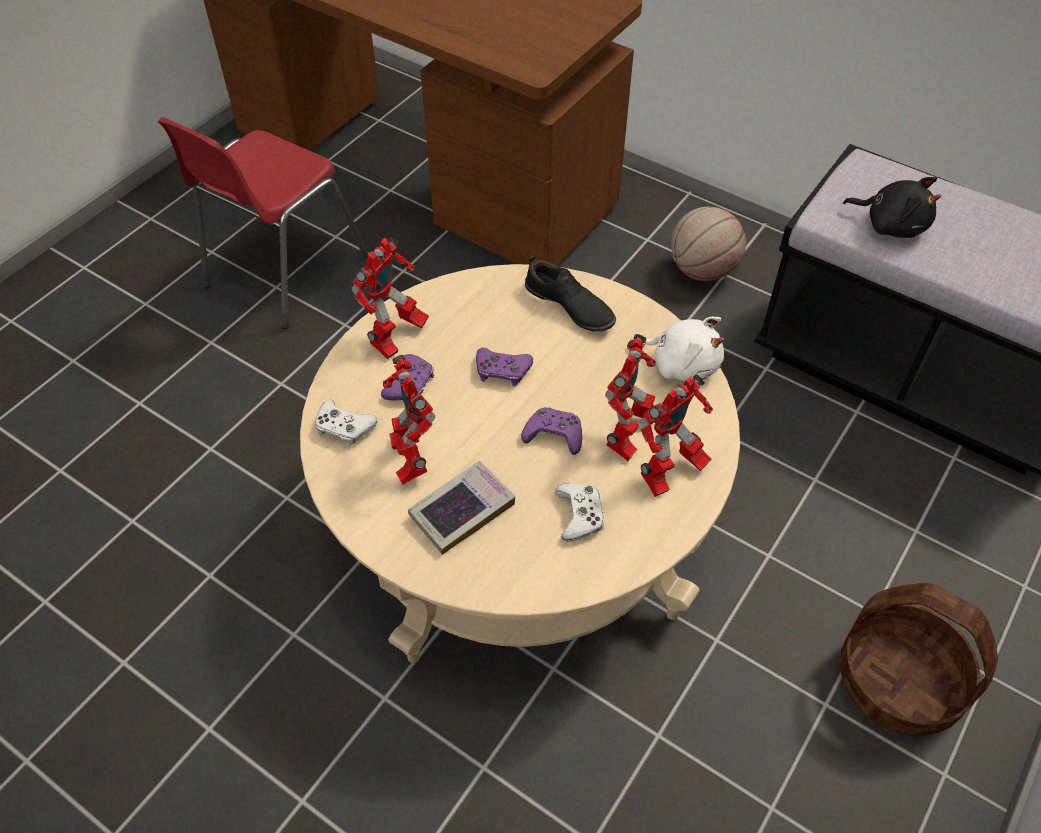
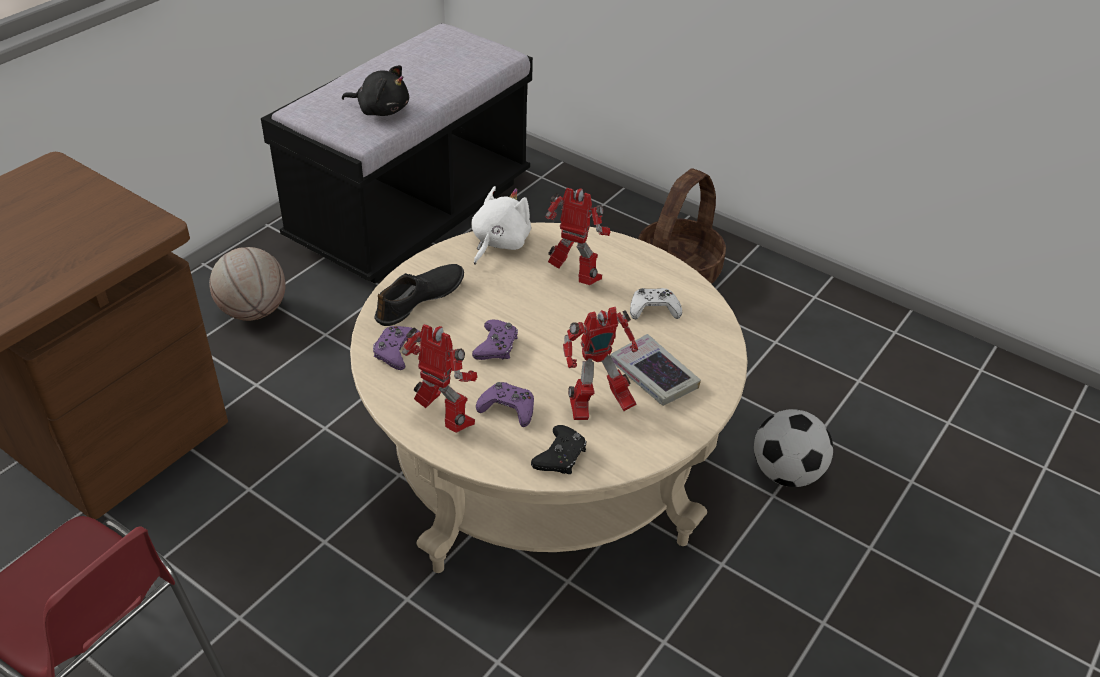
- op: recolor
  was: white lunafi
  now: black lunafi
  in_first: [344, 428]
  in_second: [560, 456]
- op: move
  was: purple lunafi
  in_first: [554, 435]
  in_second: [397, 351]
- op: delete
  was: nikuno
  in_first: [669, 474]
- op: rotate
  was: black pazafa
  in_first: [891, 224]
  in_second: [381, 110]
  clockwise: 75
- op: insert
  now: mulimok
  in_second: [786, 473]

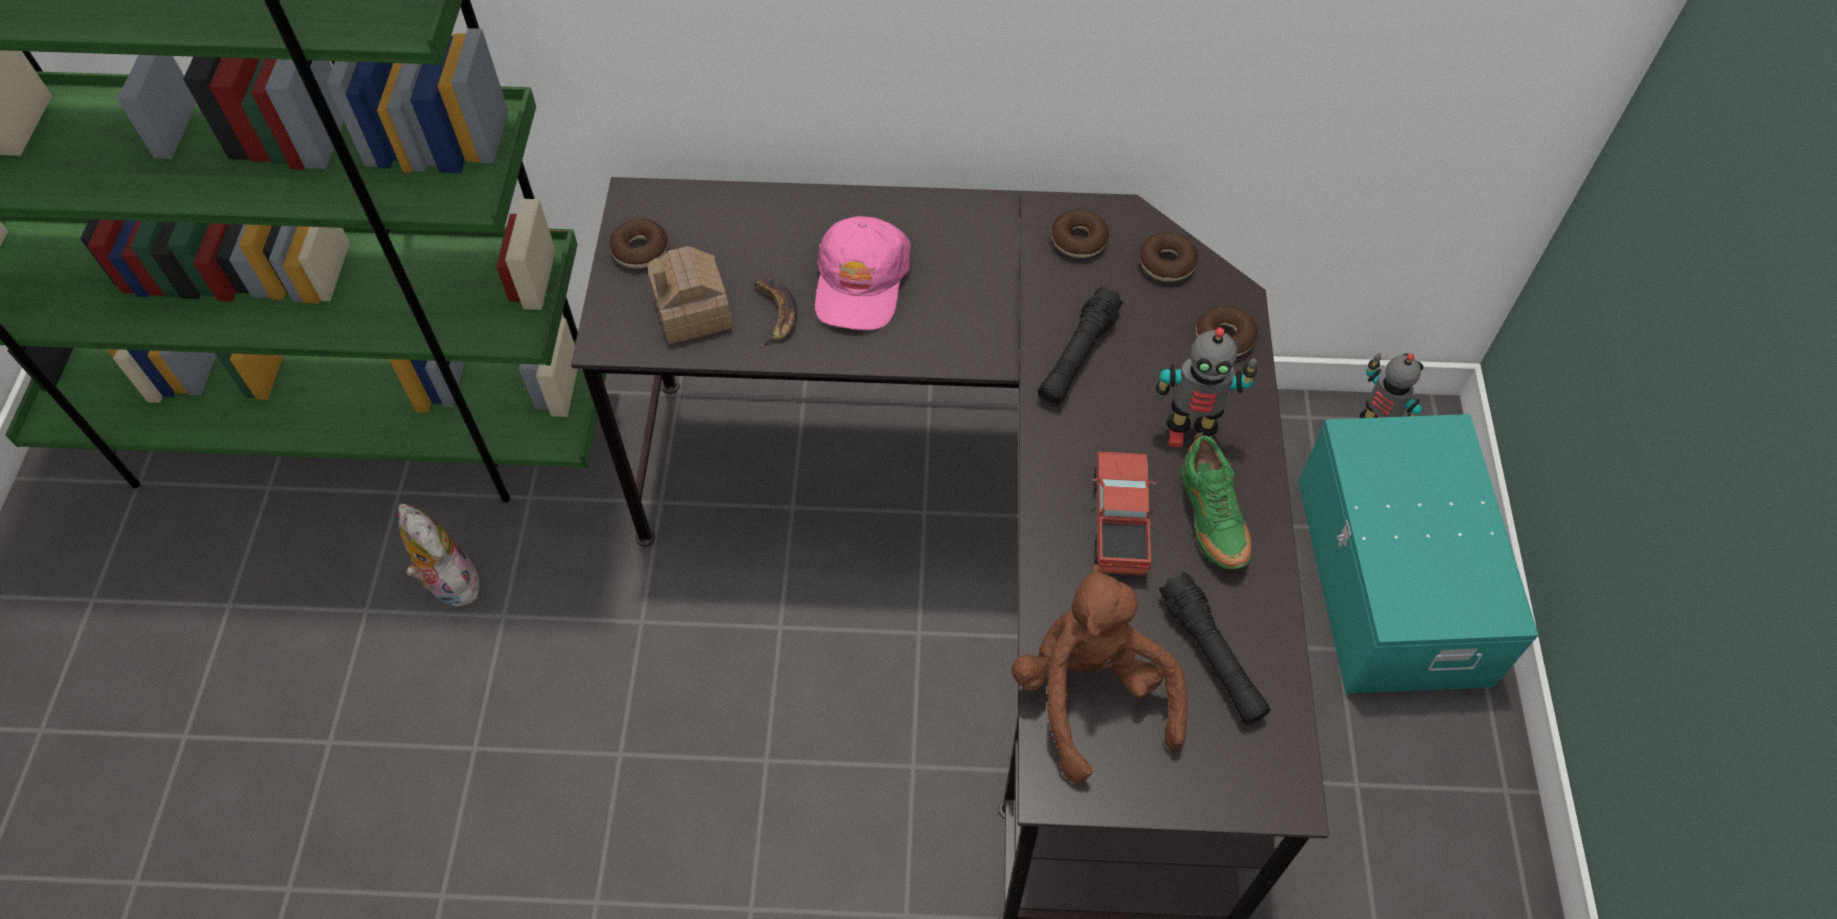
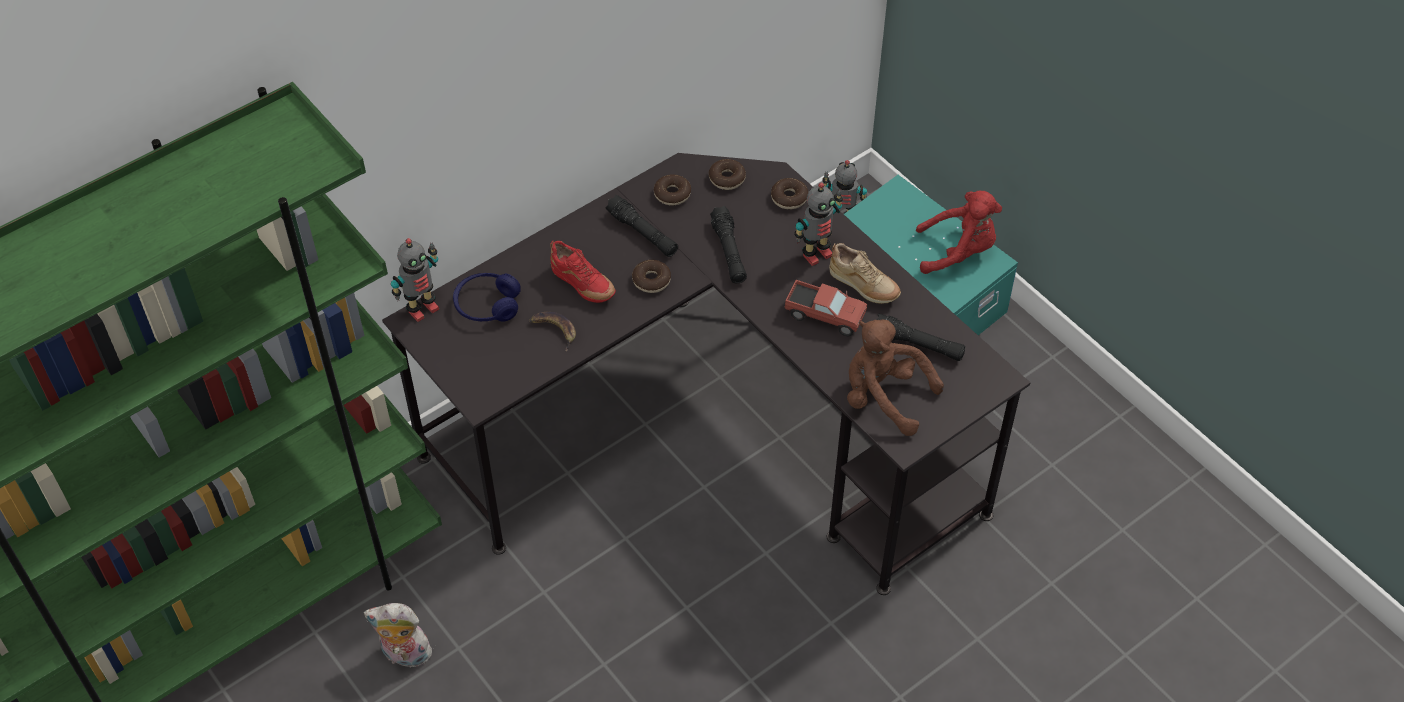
- op: move
  was: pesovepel
  in_first: [640, 250]
  in_second: [651, 280]
- op: delete
  was: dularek
  in_first: [693, 311]
- op: replace
  was: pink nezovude
  now: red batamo
  in_first: [861, 282]
  in_second: [583, 285]
- op: rotate
  was: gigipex
  in_first: [1119, 524]
  in_second: [824, 316]
  clockwise: 150
- op: recolor
  was: green batamo
  now: beige batamo
  in_first: [1210, 521]
  in_second: [863, 287]
- op: insert
  now: nikuno
  in_second: [422, 309]
- op: insert
  now: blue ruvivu
  in_second: [487, 305]
- op: insert
  now: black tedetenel
  in_second: [642, 233]
- op: insert
  now: red pazafa
  in_second: [958, 251]

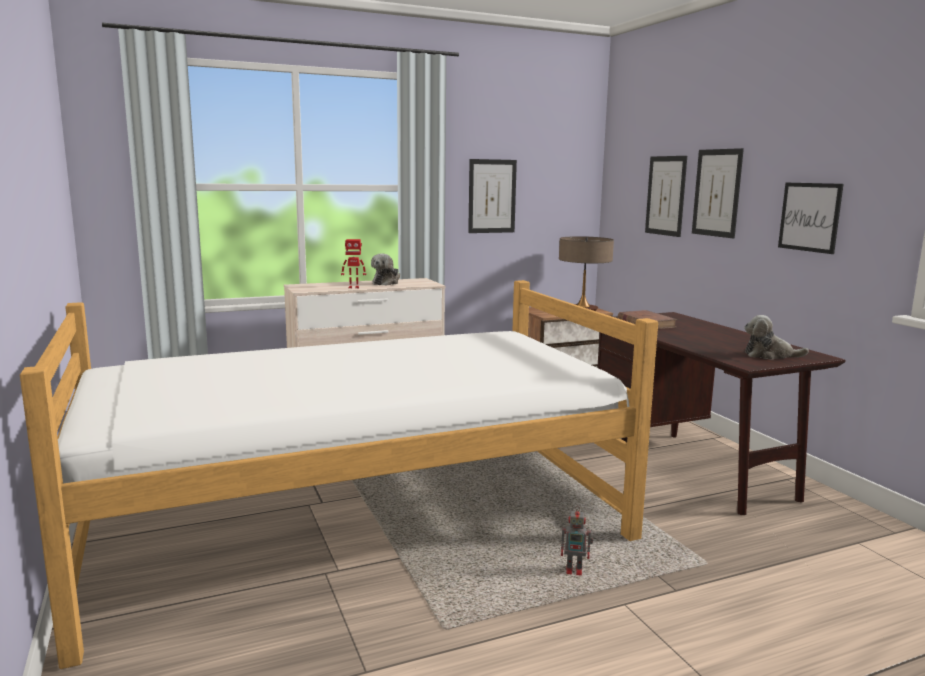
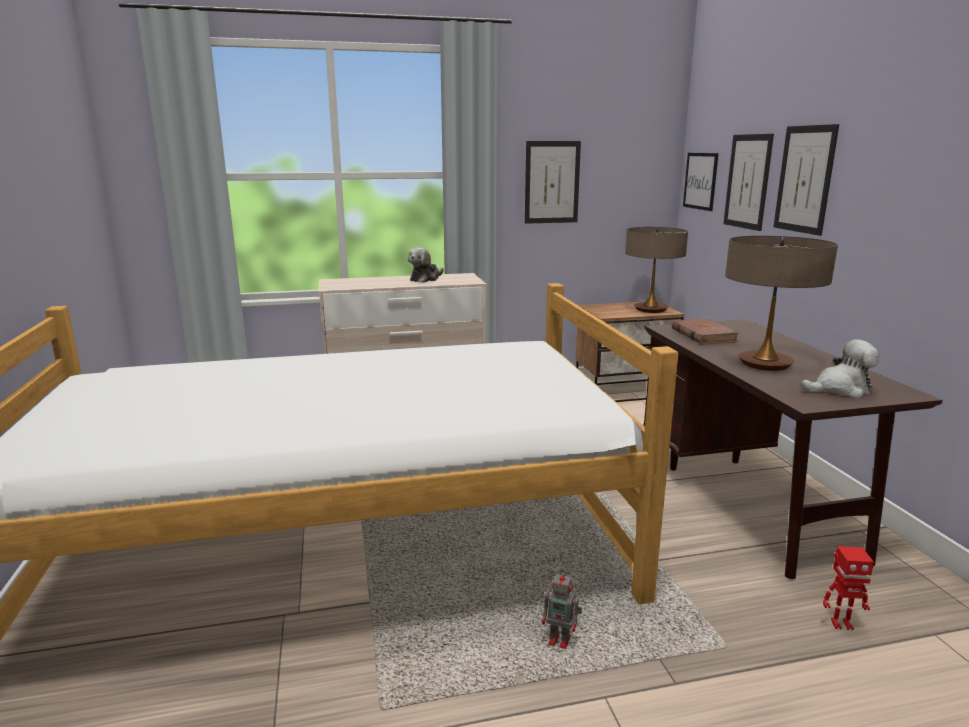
- op: move
  was: nikuno
  in_first: [354, 287]
  in_second: [841, 623]
- op: rotate
  was: pazafa
  in_first: [769, 355]
  in_second: [840, 389]
  clockwise: 150
- op: move
  was: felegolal
  in_first: [809, 217]
  in_second: [700, 181]
- op: insert
  now: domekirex
  in_second: [764, 364]

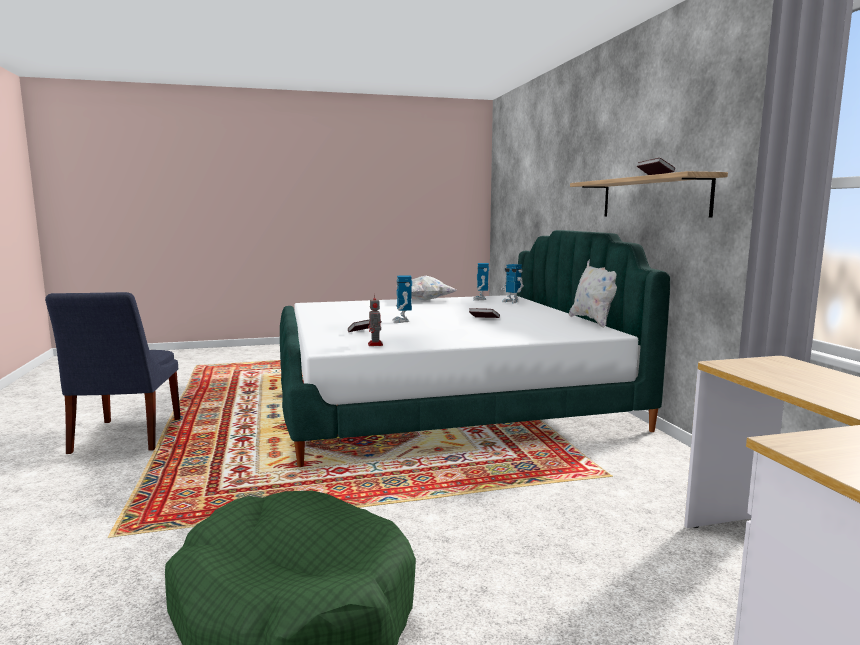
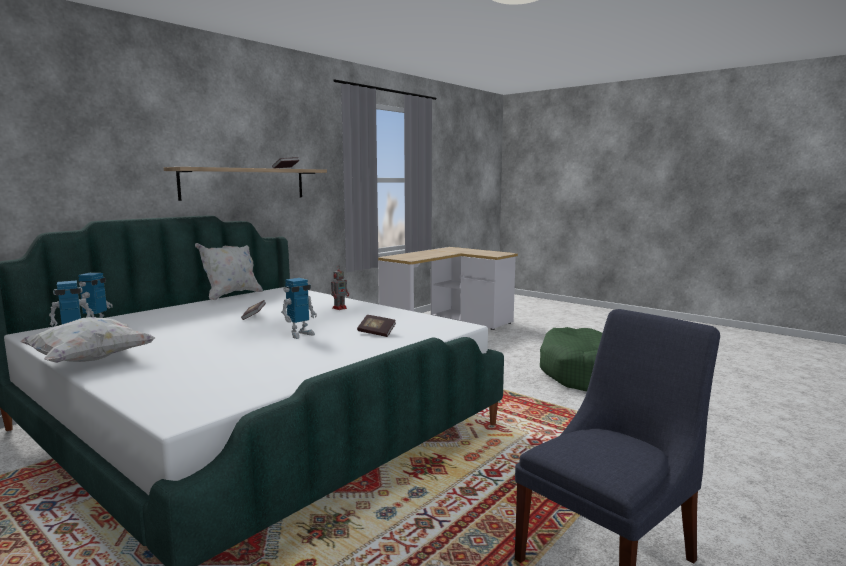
- op: move
  was: nikuno
  in_first: [375, 344]
  in_second: [340, 308]

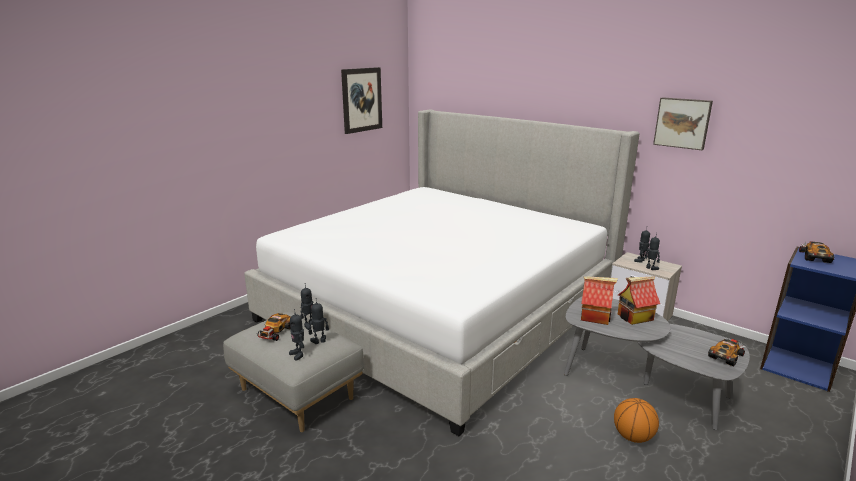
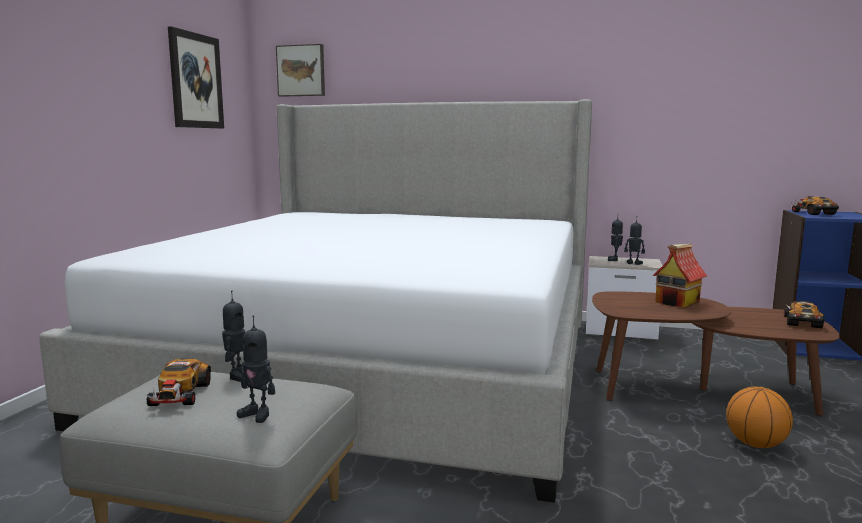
- op: delete
  was: nikuno
  in_first: [319, 341]
- op: recolor
  was: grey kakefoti
  now: brown kakefoti
  in_first: [642, 384]
  in_second: [700, 390]
- op: delete
  was: dularek
  in_first: [595, 317]
- op: move
  was: felegolal
  in_first: [682, 123]
  in_second: [301, 71]

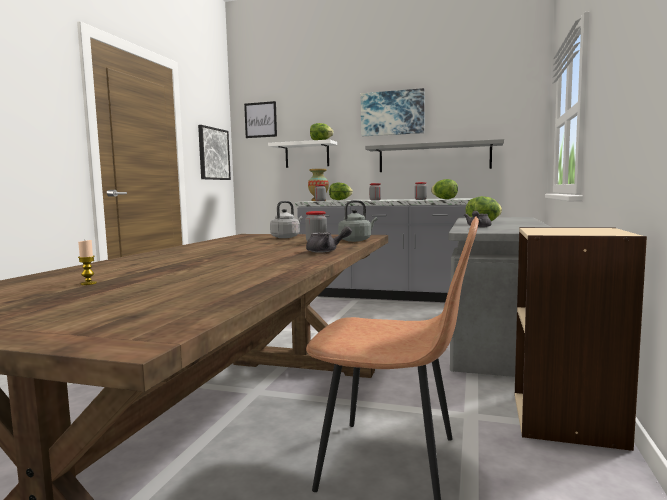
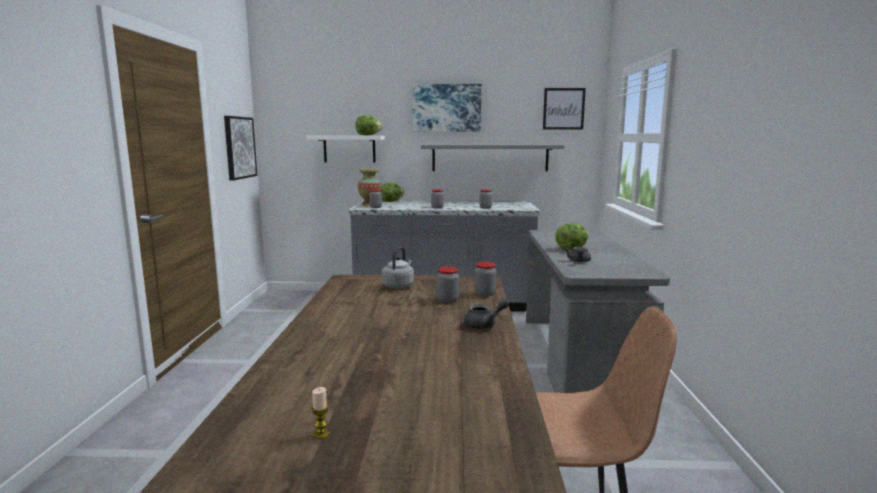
- op: move
  was: felegolal
  in_first: [260, 120]
  in_second: [563, 109]
- op: replace
  was: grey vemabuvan
  now: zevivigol
  in_first: [356, 240]
  in_second: [485, 294]
- op: delete
  was: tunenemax
  in_first: [444, 199]
- op: delete
  was: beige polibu
  in_first: [568, 420]

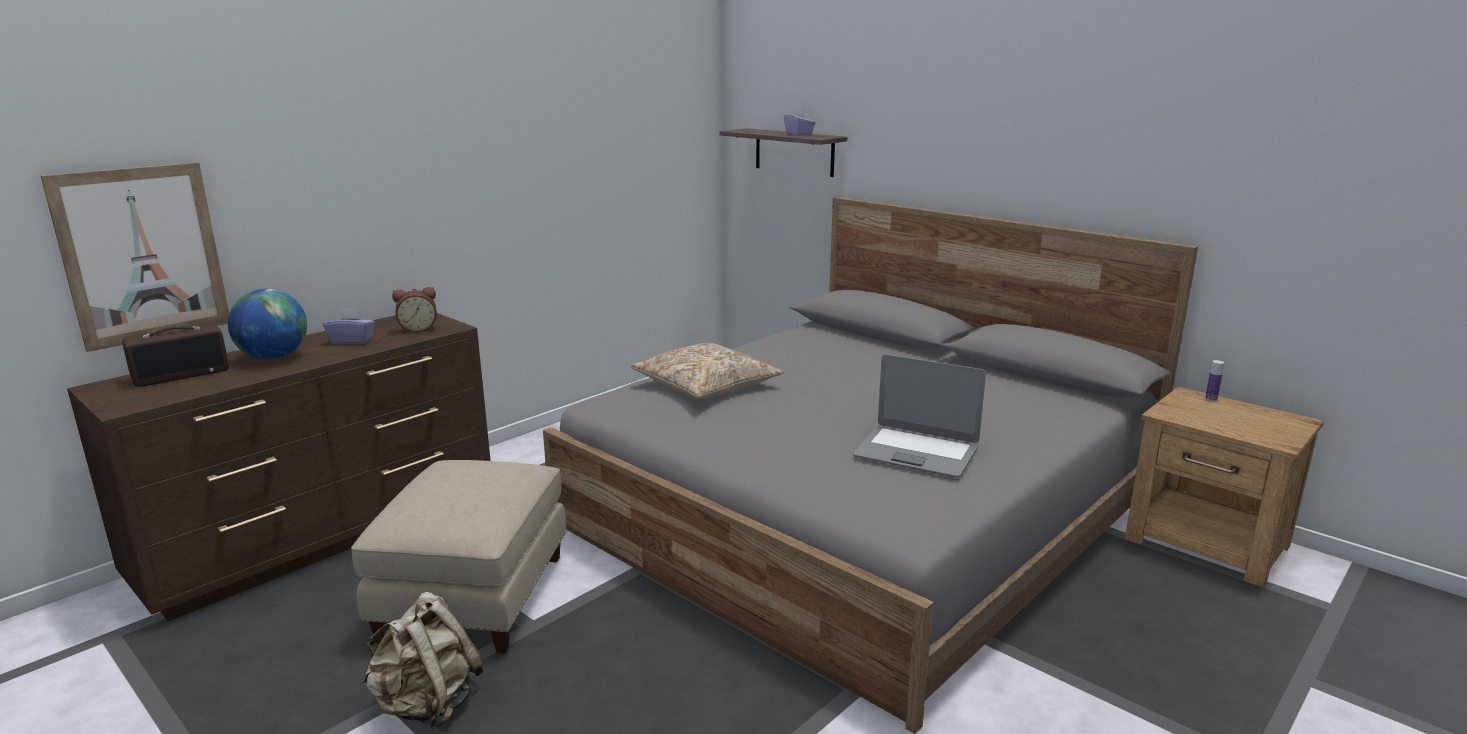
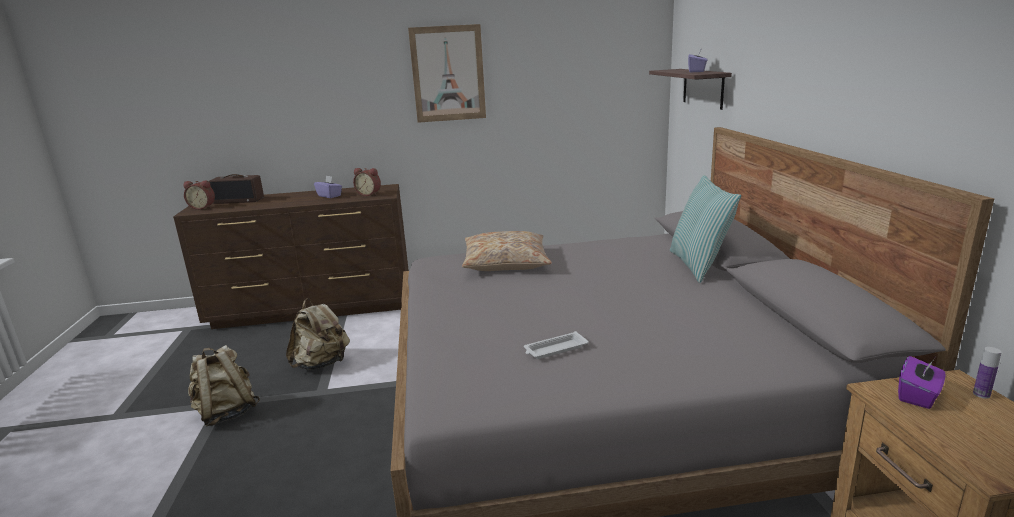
- op: move
  was: felegolal
  in_first: [142, 255]
  in_second: [448, 74]
- op: delete
  was: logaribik
  in_first: [274, 358]
- op: replace
  was: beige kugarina
  now: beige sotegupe
  in_first: [473, 596]
  in_second: [322, 364]
- op: replace
  was: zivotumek
  now: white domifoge
  in_first: [916, 453]
  in_second: [555, 349]
- op: insert
  now: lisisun
  in_second: [203, 207]
- op: insert
  now: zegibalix
  in_second: [699, 265]
- op: insert
  now: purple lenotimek
  in_second: [918, 396]

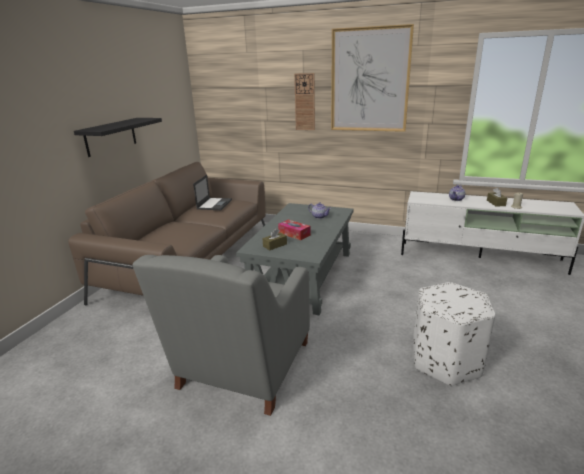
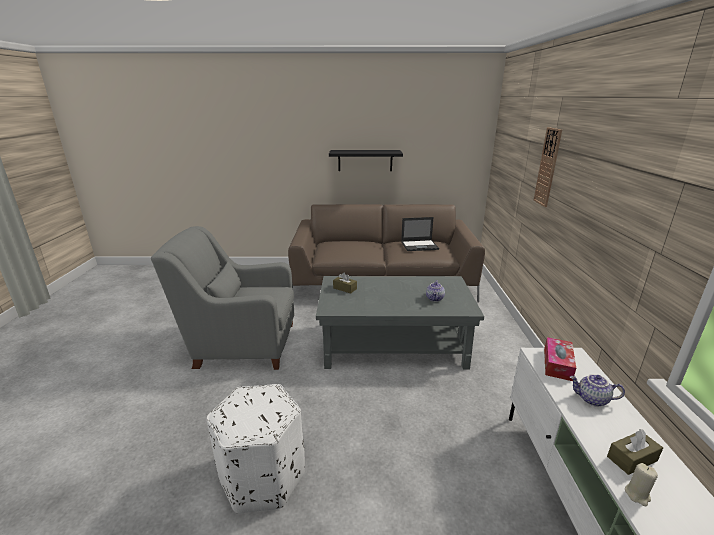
- op: move
  was: lenotimek
  in_first: [294, 234]
  in_second: [557, 364]
- op: delete
  was: felegolal
  in_first: [369, 80]

